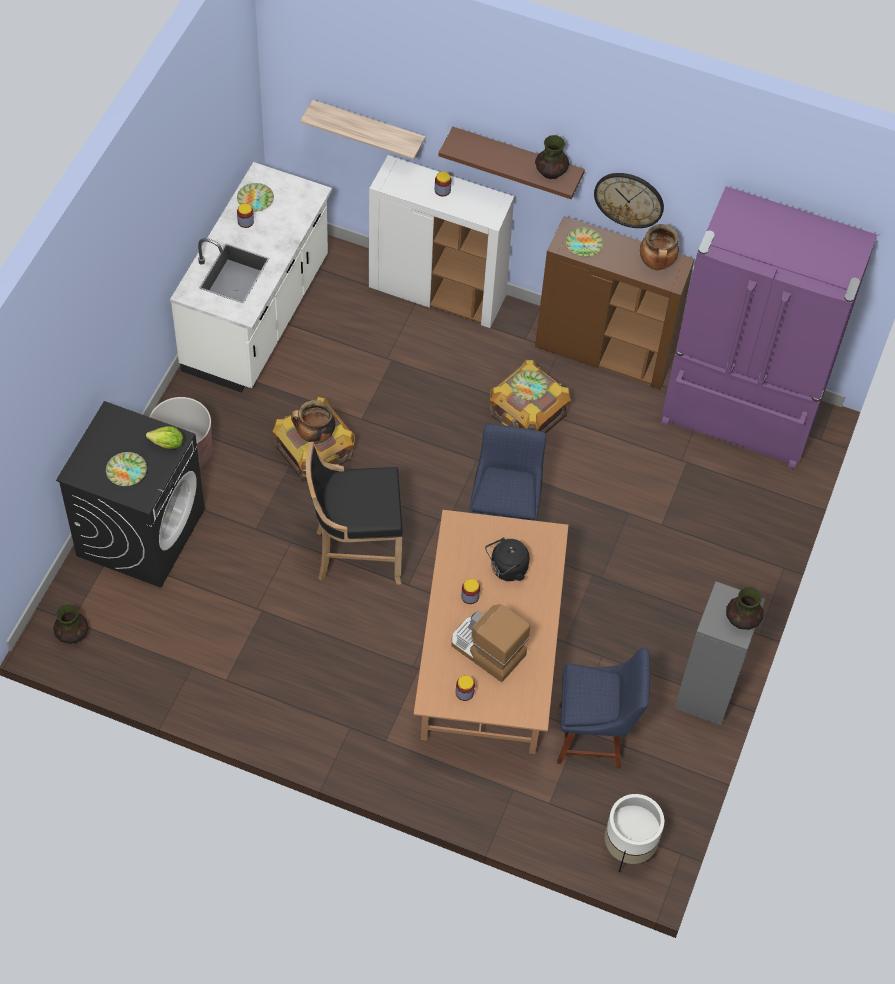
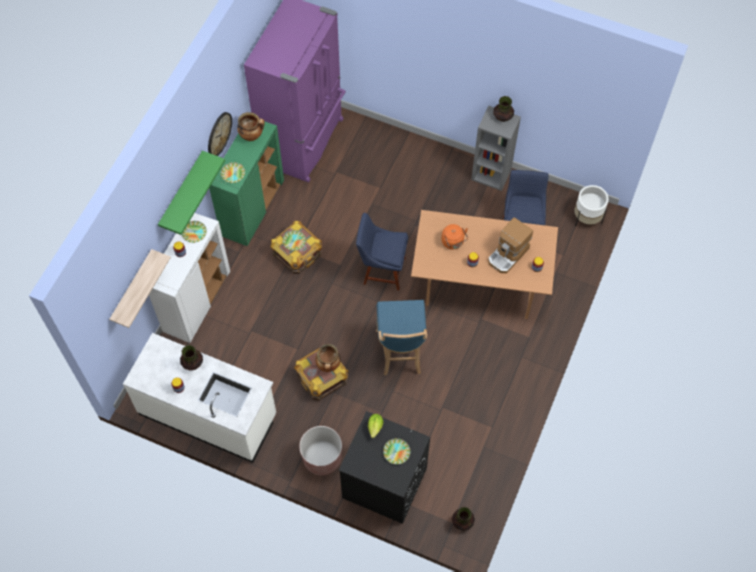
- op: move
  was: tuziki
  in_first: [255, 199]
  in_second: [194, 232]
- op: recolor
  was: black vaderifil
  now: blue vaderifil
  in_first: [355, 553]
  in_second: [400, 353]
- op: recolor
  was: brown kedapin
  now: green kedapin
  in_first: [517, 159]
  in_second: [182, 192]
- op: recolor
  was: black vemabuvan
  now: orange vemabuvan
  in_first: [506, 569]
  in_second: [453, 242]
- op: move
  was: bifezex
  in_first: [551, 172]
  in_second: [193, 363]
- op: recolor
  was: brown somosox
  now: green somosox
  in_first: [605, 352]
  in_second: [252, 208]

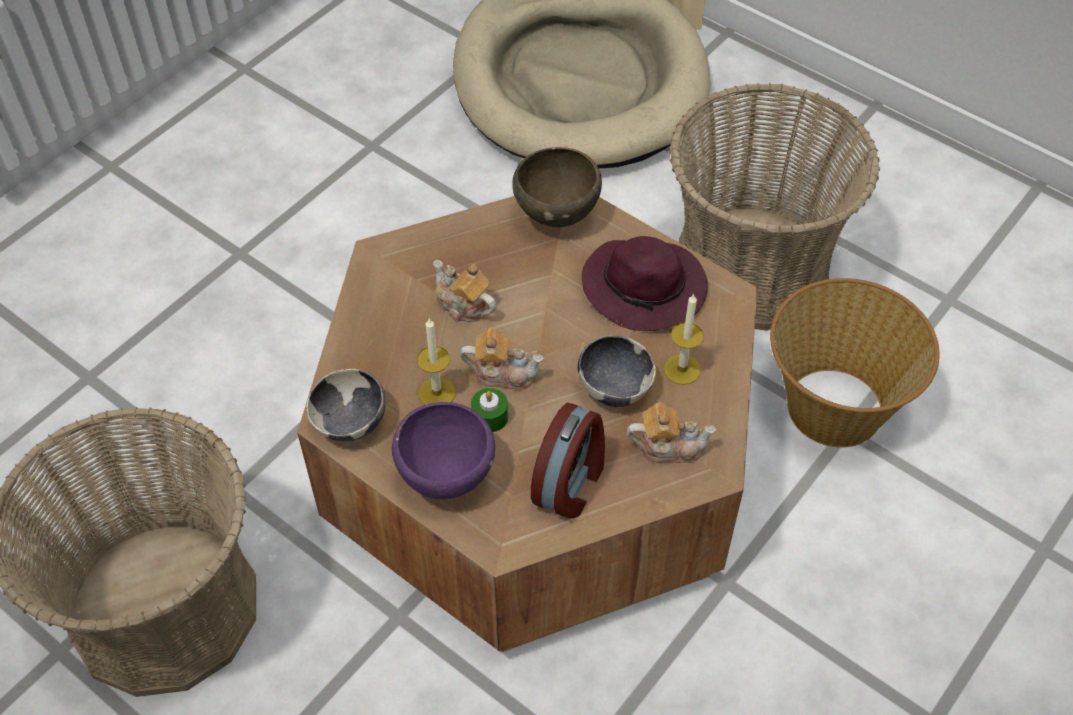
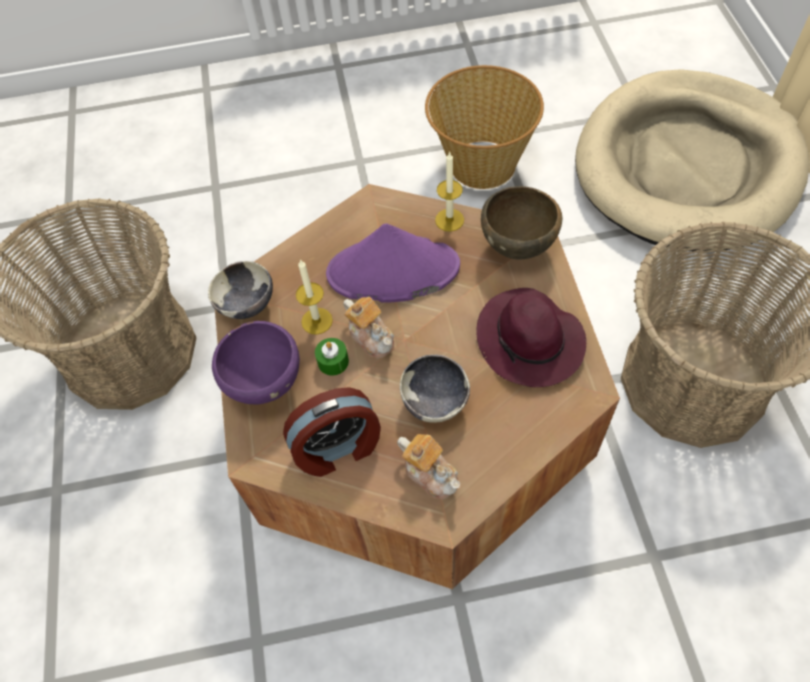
- op: replace
  was: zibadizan
  now: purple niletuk
  in_first: [463, 305]
  in_second: [392, 271]
- op: move
  was: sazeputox
  in_first: [682, 369]
  in_second: [449, 220]
- op: move
  was: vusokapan
  in_first: [833, 409]
  in_second: [481, 164]

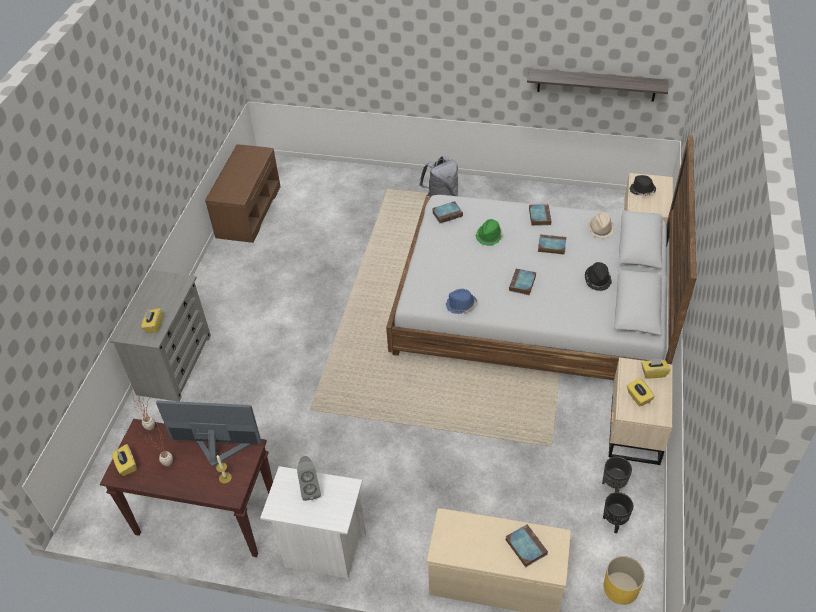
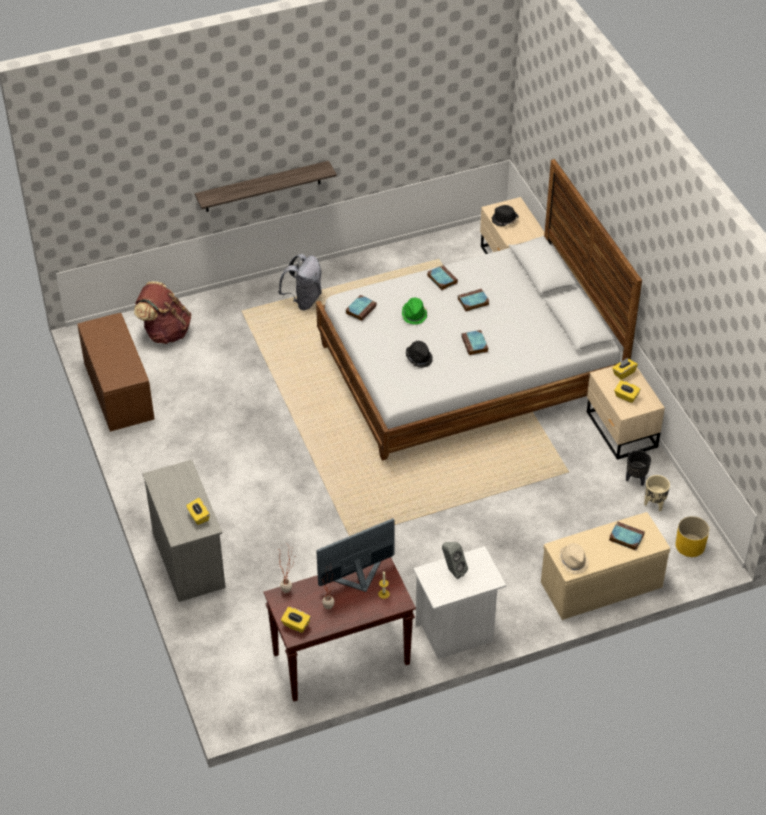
- op: delete
  was: blue niletuk
  in_first: [461, 305]
- op: move
  was: kedapin
  in_first: [596, 85]
  in_second: [263, 187]
- op: move
  was: black niletuk
  in_first: [597, 280]
  in_second: [419, 358]
- op: move
  was: beige niletuk
  in_first: [600, 229]
  in_second: [573, 561]
- op: recolor
  was: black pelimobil
  now: beige pelimobil
  in_first: [614, 523]
  in_second: [654, 504]
- op: insert
  now: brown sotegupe
  in_second: [165, 332]

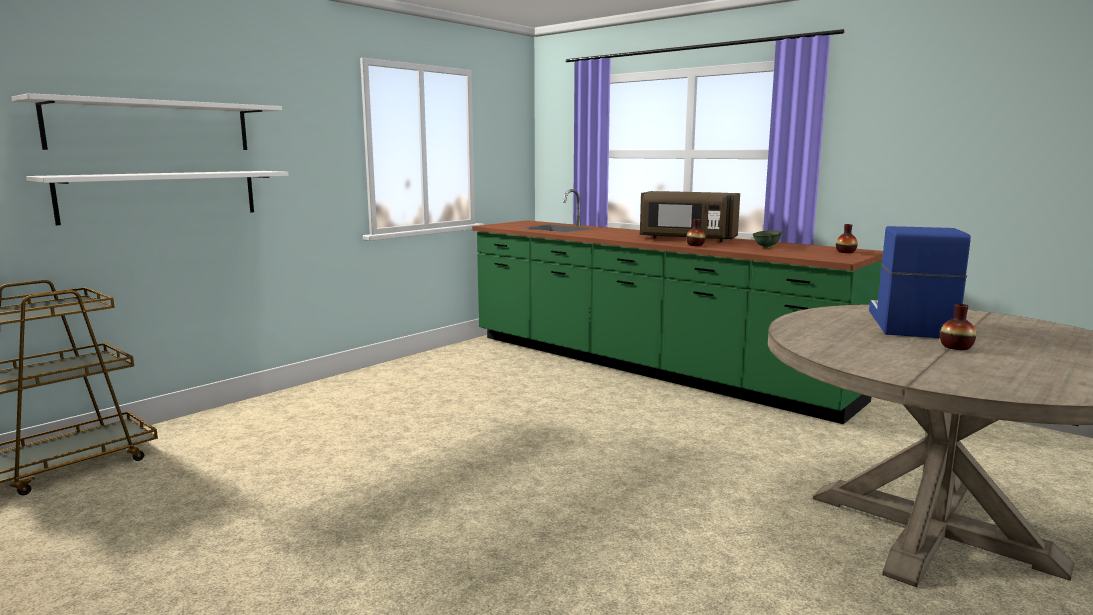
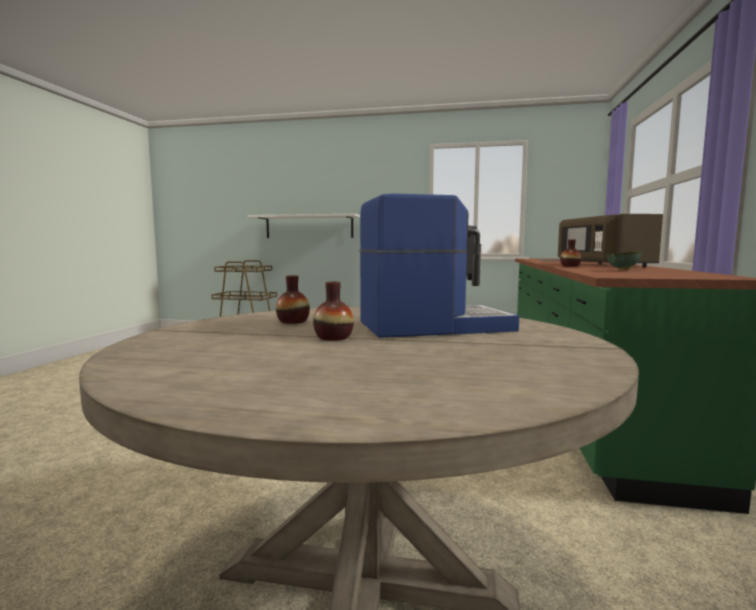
- op: delete
  was: white kedapin
  in_first: [151, 126]
- op: move
  was: bifezex
  in_first: [845, 252]
  in_second: [293, 322]

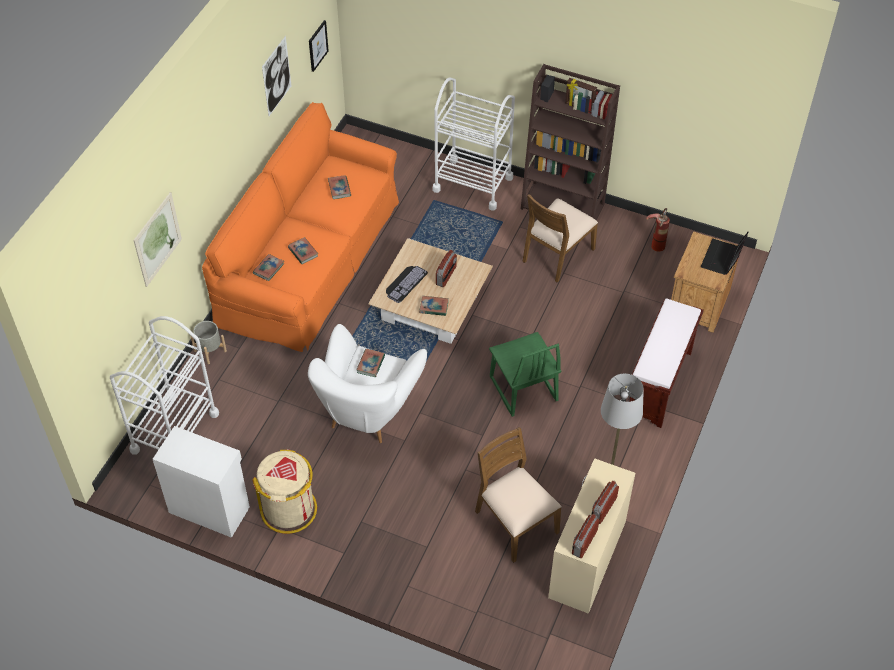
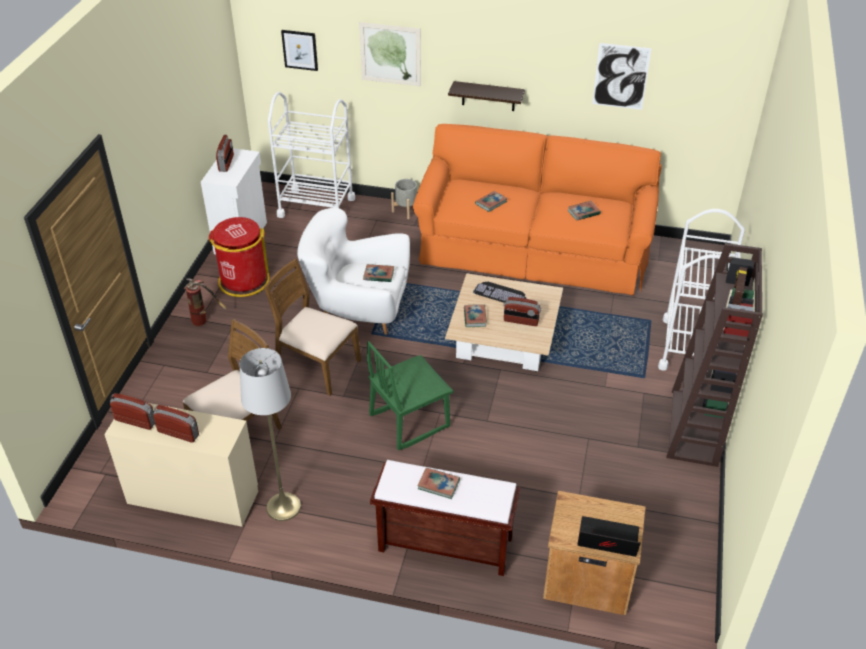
- op: move
  was: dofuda
  in_first: [268, 269]
  in_second: [438, 485]
- op: recolor
  was: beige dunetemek
  now: red dunetemek
  in_first: [289, 509]
  in_second: [243, 281]
- op: move
  was: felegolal
  in_first: [317, 45]
  in_second: [300, 50]
- op: move
  was: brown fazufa
  in_first: [557, 254]
  in_second: [317, 365]
- op: move
  was: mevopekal
  in_first: [656, 242]
  in_second: [205, 319]
- op: insert
  now: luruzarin
  in_second: [226, 163]
- op: insert
  now: kedapin
  in_second: [488, 96]

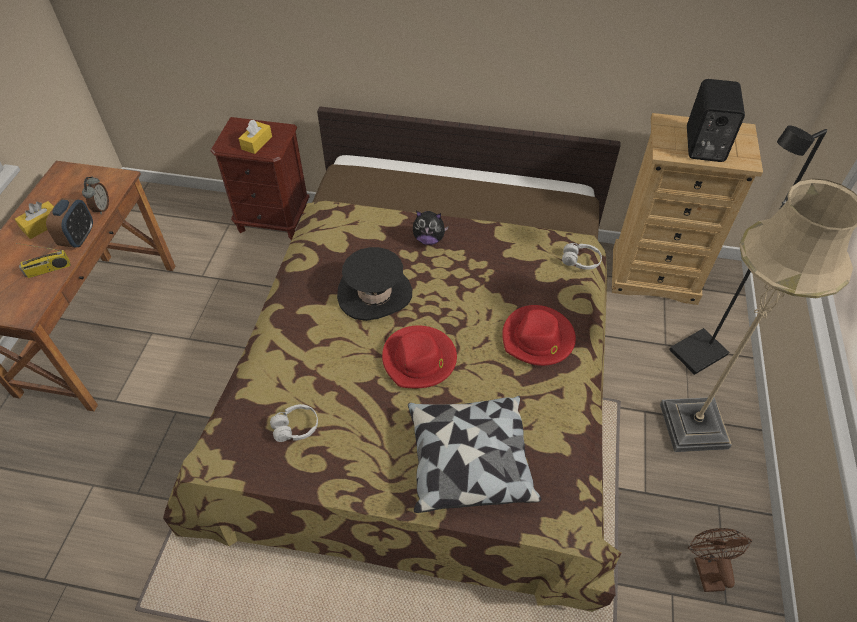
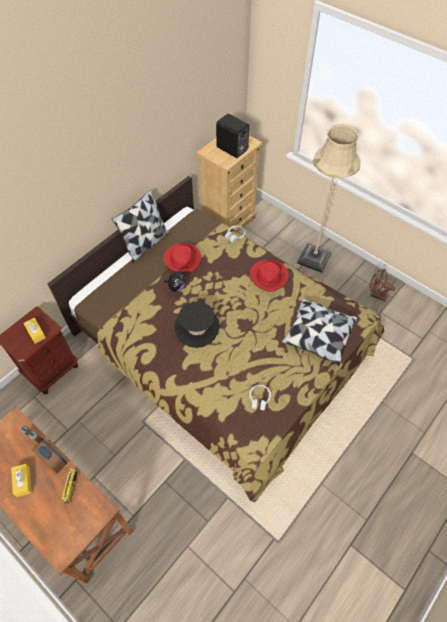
- op: move
  was: red niletuk
  in_first: [419, 359]
  in_second: [183, 259]
- op: delete
  was: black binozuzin
  in_first: [698, 354]
- op: insert
  now: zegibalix
  in_second: [146, 243]

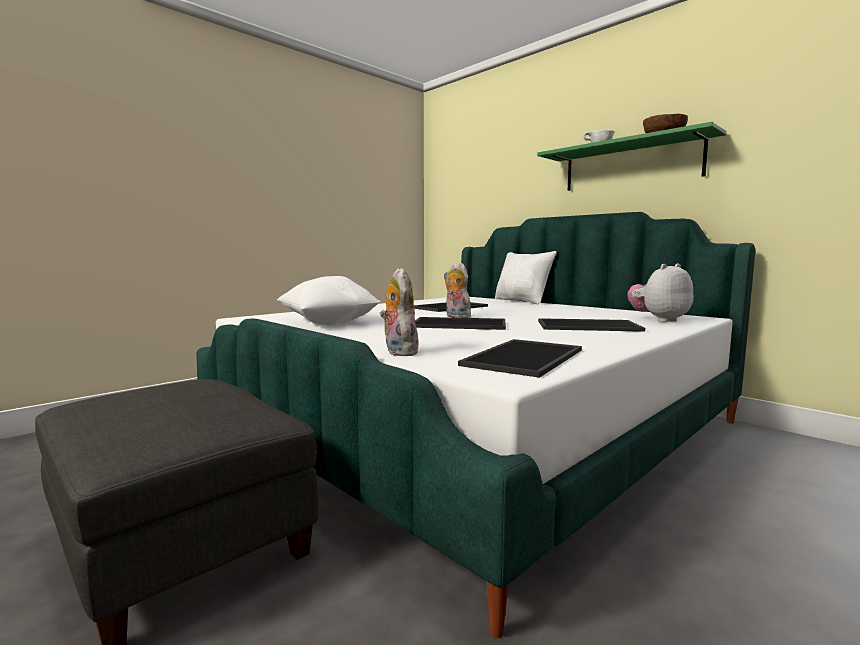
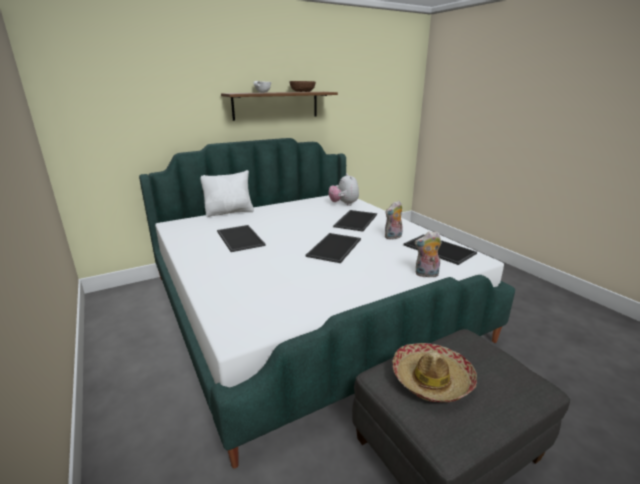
- op: delete
  was: white zegibalix
  in_first: [328, 323]
- op: move
  was: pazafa
  in_first: [456, 317]
  in_second: [393, 237]
- op: recolor
  was: green kedapin
  now: brown kedapin
  in_first: [630, 165]
  in_second: [276, 105]
- op: insert
  now: niletuk
  in_second: [431, 379]

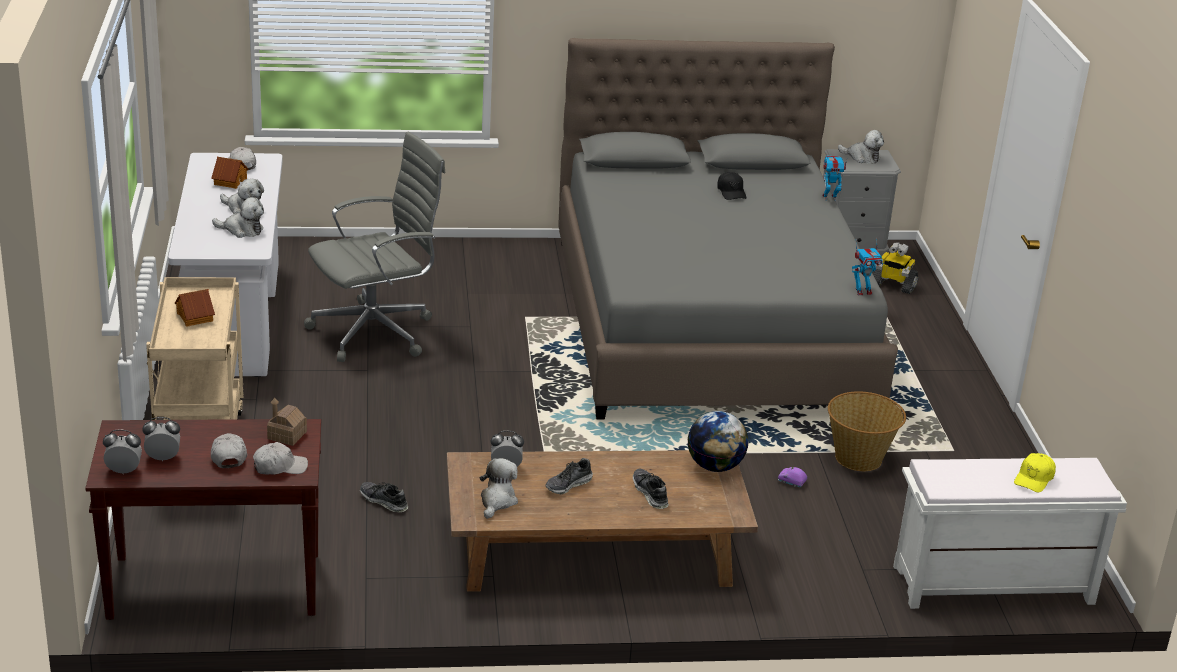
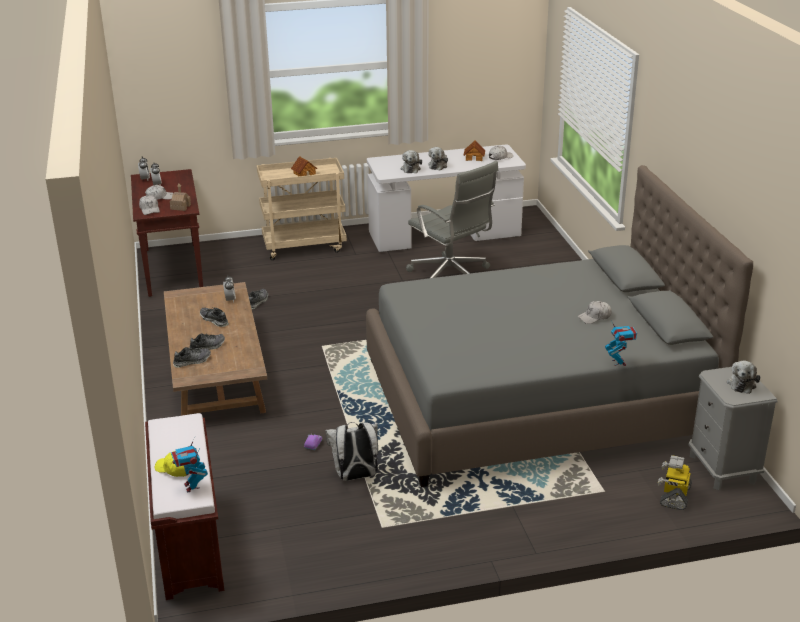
- op: delete
  was: pazafa
  in_first: [497, 501]
- op: delete
  was: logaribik
  in_first: [715, 466]
- op: recolor
  was: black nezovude
  now: white nezovude
  in_first: [731, 192]
  in_second: [594, 317]
- op: replace
  was: vusokapan
  now: white sotegupe
  in_first: [859, 458]
  in_second: [355, 476]
- op: move
  was: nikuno
  in_first: [863, 291]
  in_second: [191, 486]
- op: recolor
  was: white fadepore
  now: brown fadepore
  in_first: [991, 586]
  in_second: [189, 542]
- op: insert
  now: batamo
  in_second: [192, 361]

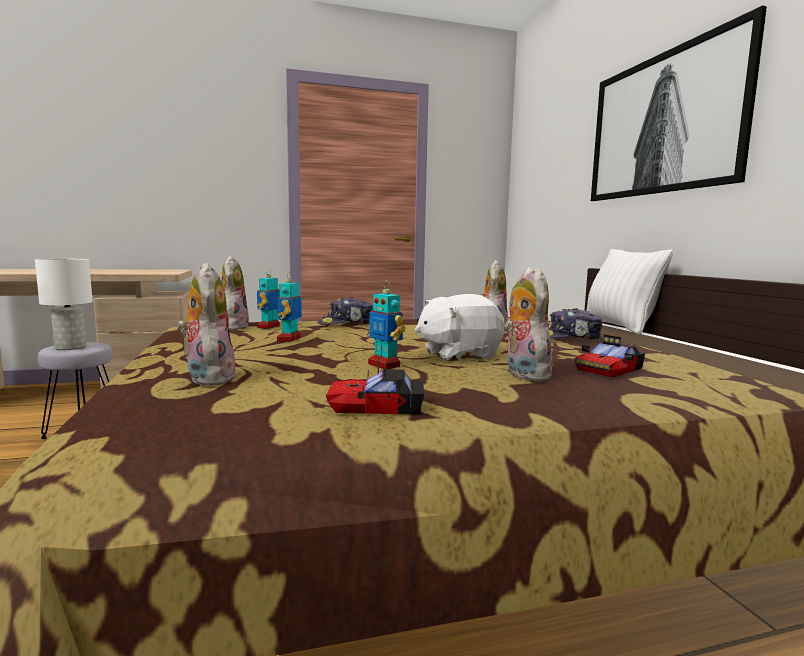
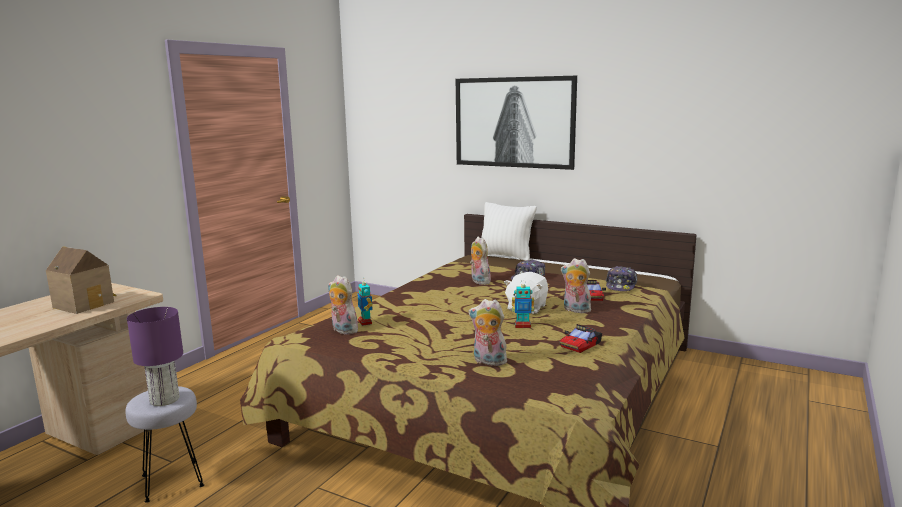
- op: recolor
  was: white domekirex
  now: purple domekirex
  in_first: [71, 347]
  in_second: [164, 399]
- op: delete
  was: nikuno
  in_first: [289, 339]
- op: move
  was: nezovude
  in_first: [346, 323]
  in_second: [621, 286]
- op: insert
  now: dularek
  in_second: [86, 304]

